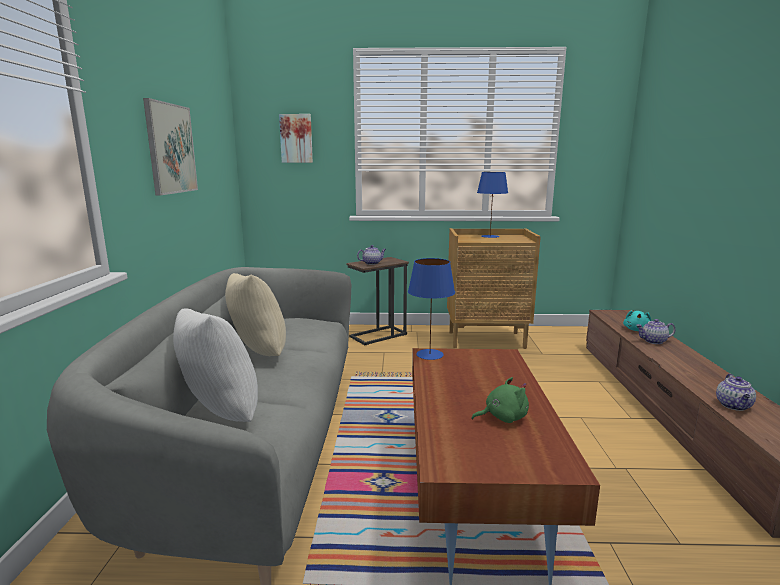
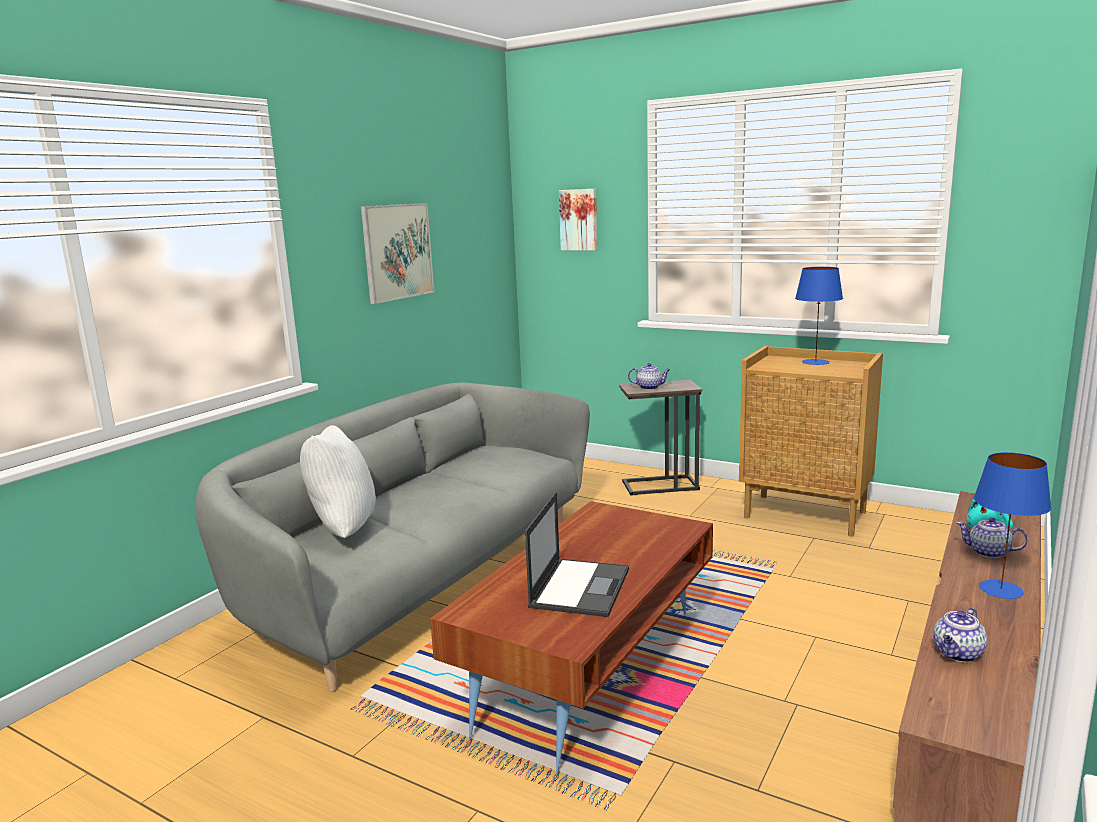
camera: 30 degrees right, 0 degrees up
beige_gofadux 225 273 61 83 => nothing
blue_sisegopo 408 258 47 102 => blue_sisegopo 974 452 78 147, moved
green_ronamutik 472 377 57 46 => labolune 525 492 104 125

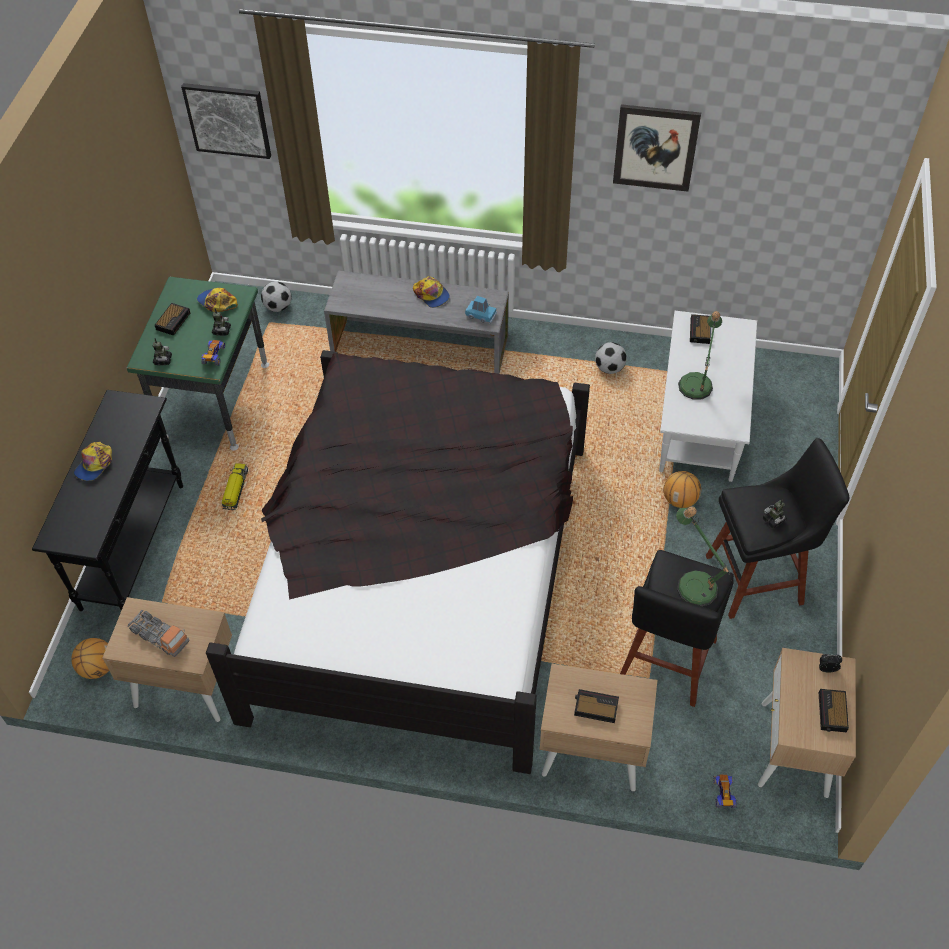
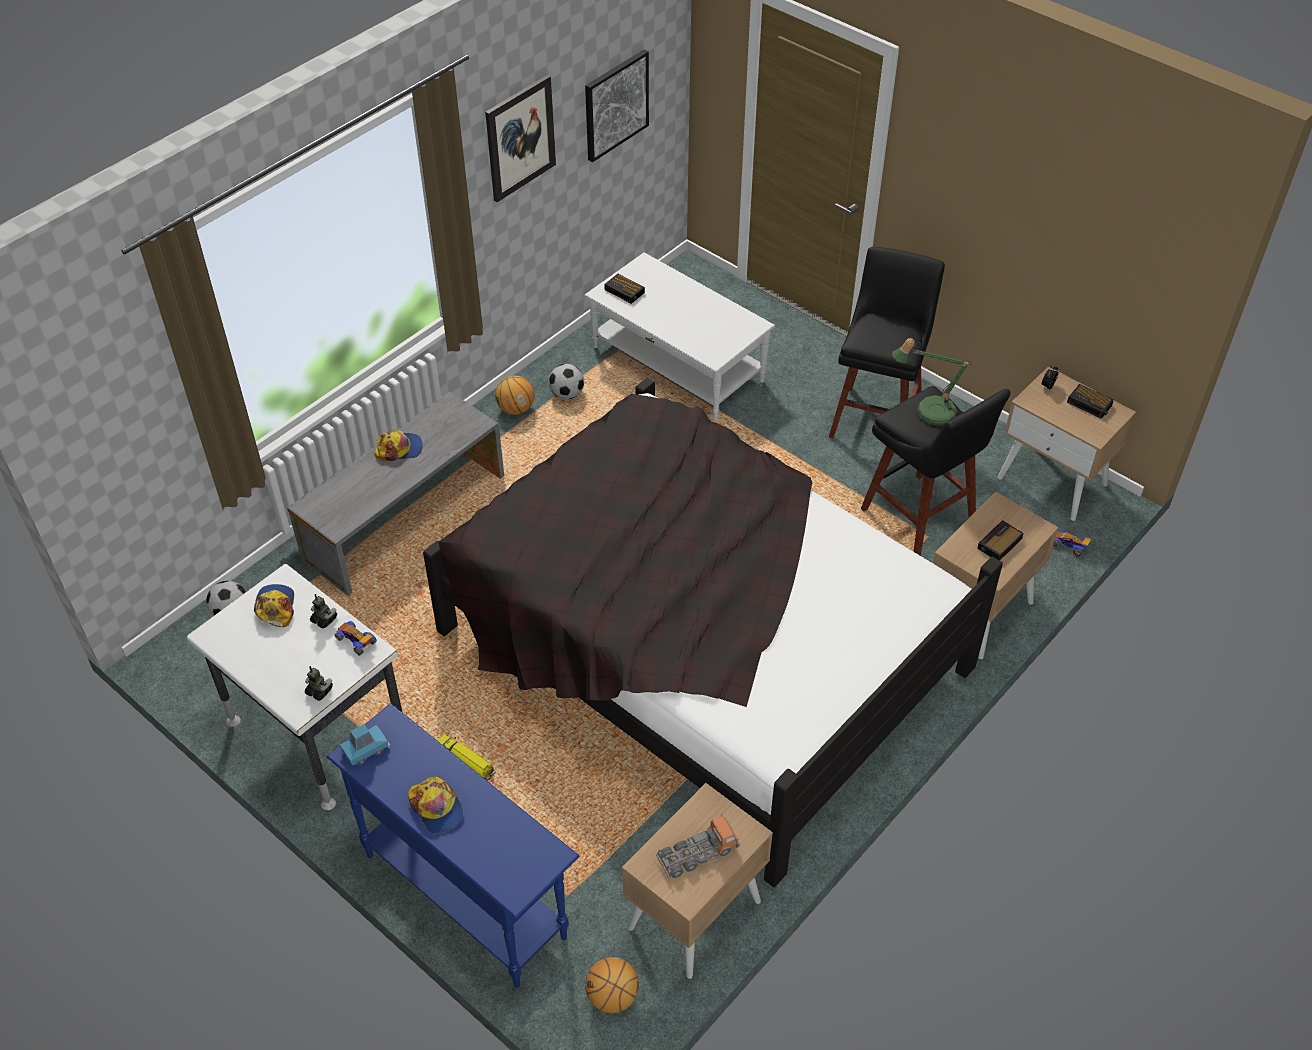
camera: 60 degrees left, 5 degrees down
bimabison 155 303 35 33 => nothing
sisegopo 678 311 44 89 => nothing
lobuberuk 763 499 23 29 => nothing
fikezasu 181 83 90 76 => fikezasu 585 50 64 112, moved
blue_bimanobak 465 296 32 28 => blue_bimanobak 340 724 50 42, moved
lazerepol 663 471 38 37 => lazerepol 495 376 40 39, moved
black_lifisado 32 390 151 221 => blue_lifisado 327 703 252 285
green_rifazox 127 277 142 173 => white_rifazox 186 564 217 246
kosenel 197 288 41 24 => kosenel 254 584 40 43, 105 degrees clockwise

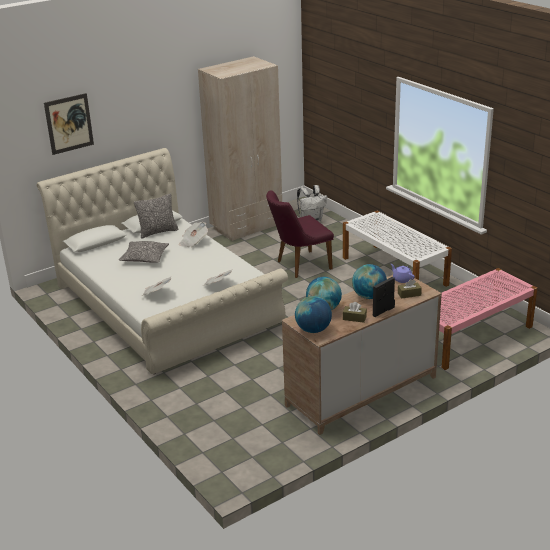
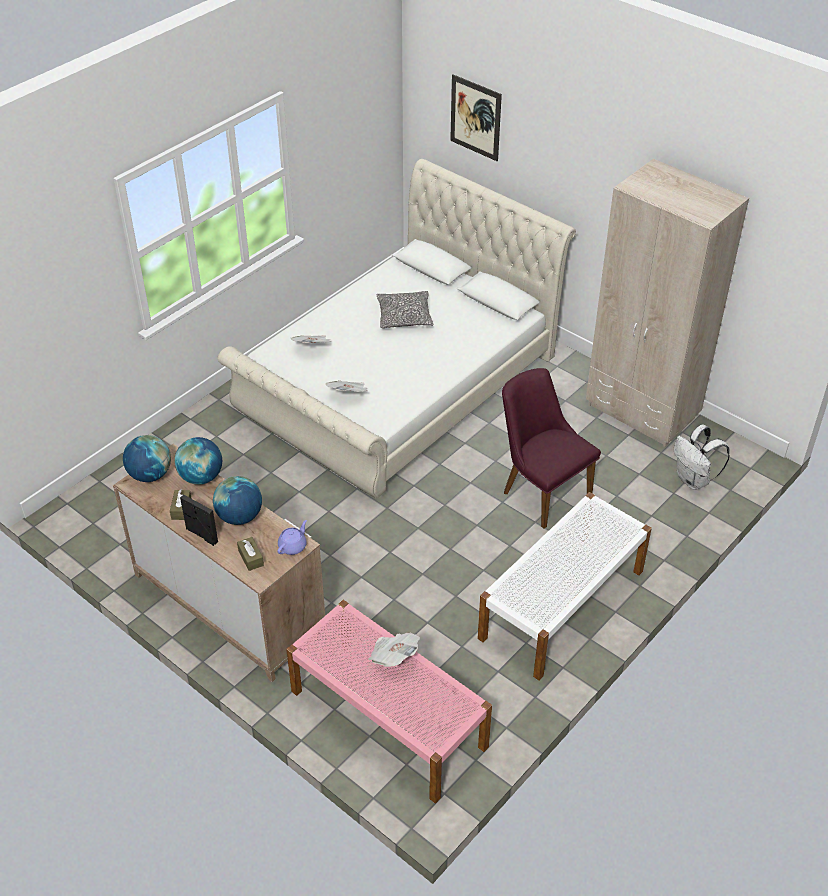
camera: 75 degrees right, 15 degrees up
gofadux 134 194 44 45 => nothing
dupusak 179 222 29 25 => dupusak 368 632 52 35, moved

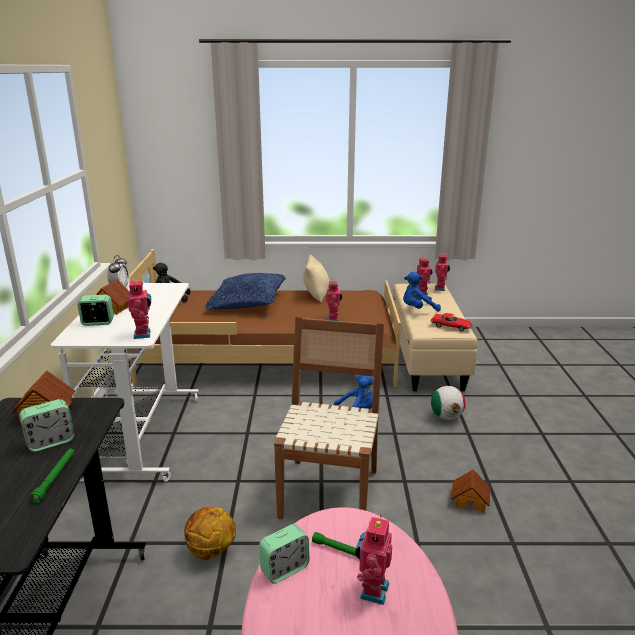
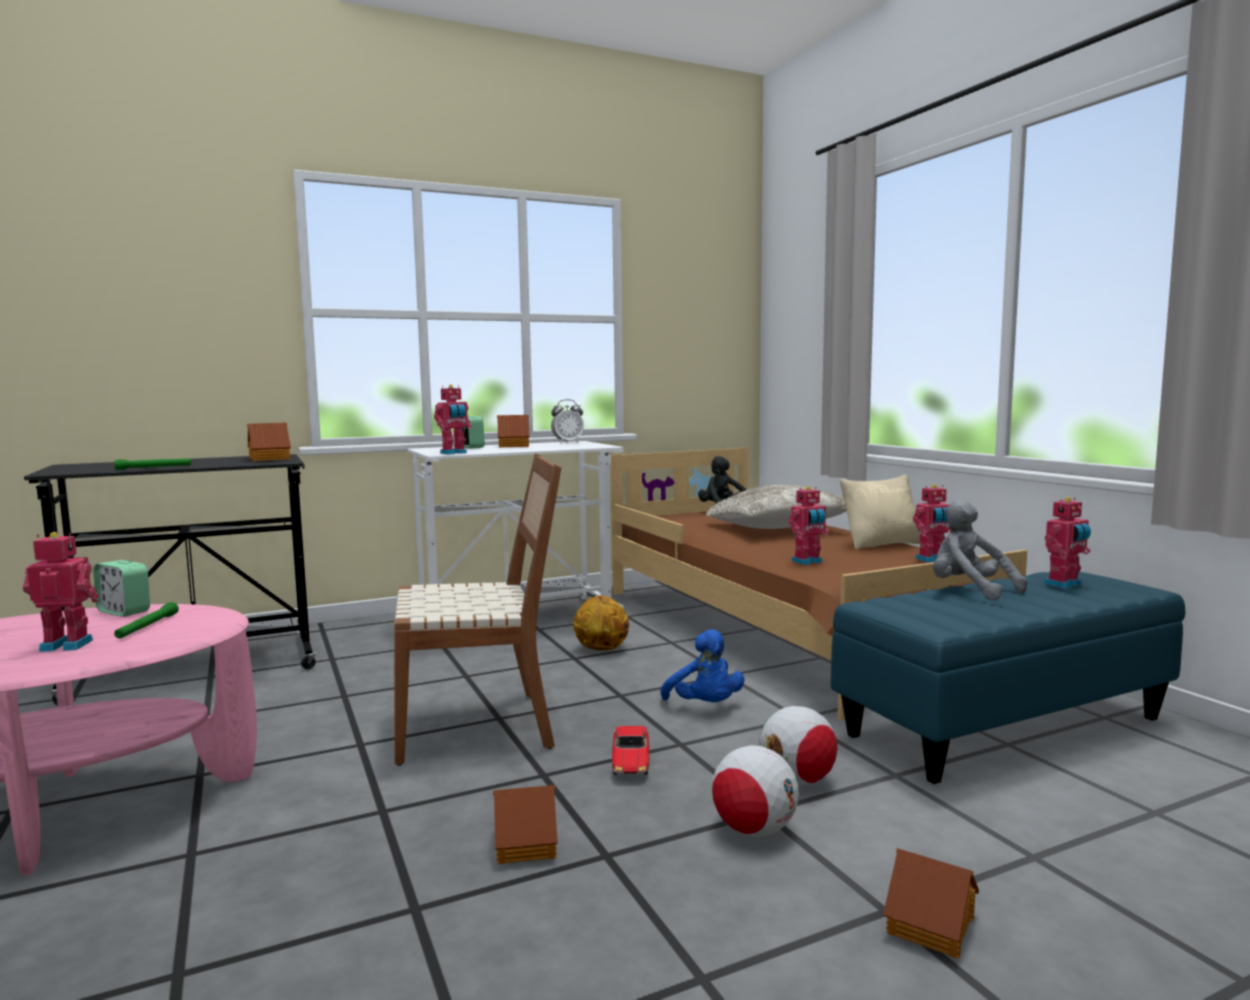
camera: 65 degrees right, 15 degrees down
bimabison 19 399 56 53 => nothing
nothing => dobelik 712 745 87 92
nothing => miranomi 883 848 96 111
lazerepol 184 507 52 53 => lazerepol 573 596 56 54, moved
bimanobak 431 313 42 18 => bimanobak 612 726 37 49, moved
lobuberuk 435 253 15 38 => lobuberuk 913 484 39 79, moved
blue_gofadux 205 273 81 36 => beige_gofadux 706 485 141 44
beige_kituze 393 284 84 107 => blue_kituze 831 572 354 212
blue_ronamutik 403 272 38 40 => grey_ronamutik 933 500 94 101

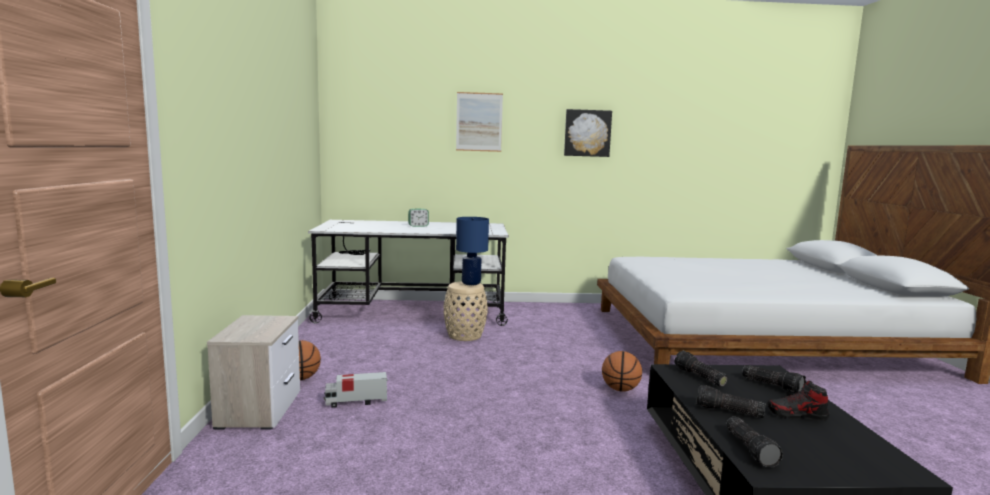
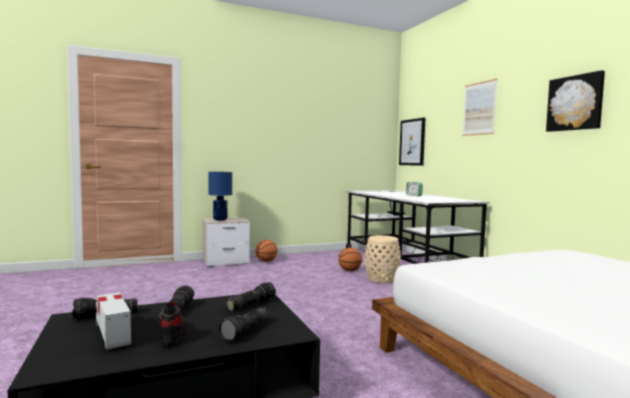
camera: 70 degrees right, 5 degrees down
nothing => fikezasu 399 118 26 48
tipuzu 324 372 63 36 => tipuzu 96 292 35 57, moved
blue_sisegopo 456 217 33 69 => blue_sisegopo 208 171 24 50, moved
lazerepol 602 351 40 40 => lazerepol 338 247 24 24, moved

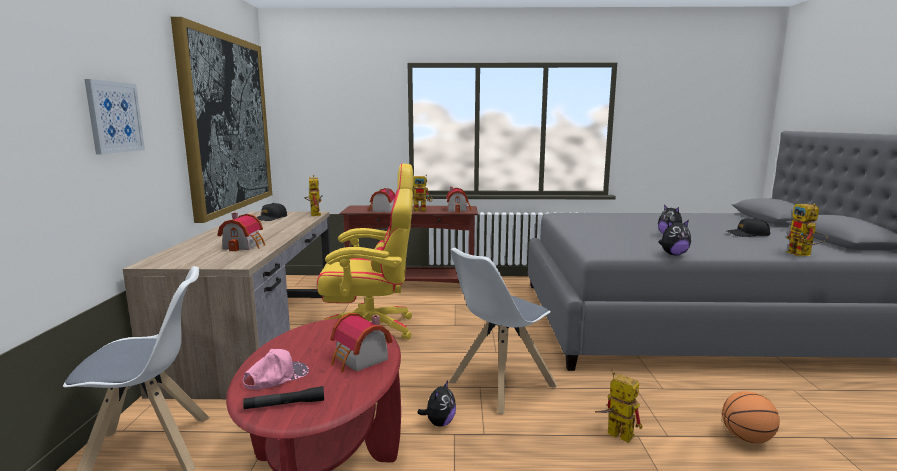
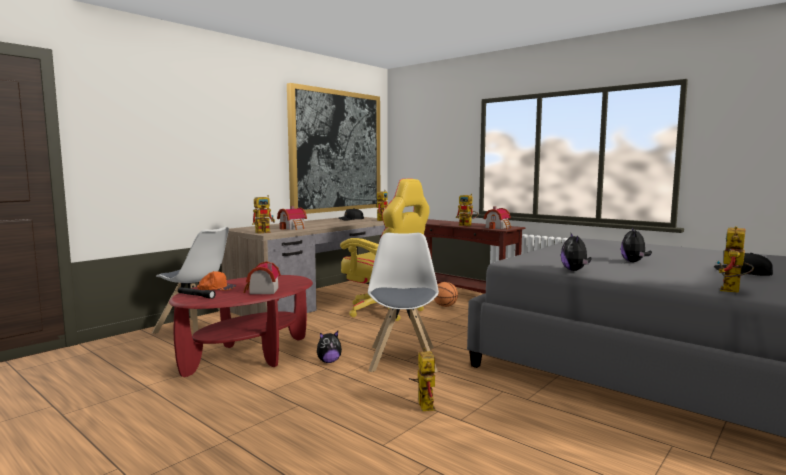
camera: 40 degrees right, 5 degrees down
fikezasu 84 79 61 75 => nothing
miranomi 368 188 27 24 => nothing
nothing => lobuberuk 252 195 23 39
lazerepol 722 391 58 52 => lazerepol 434 282 24 25, moved
pink_kosenel 243 349 66 41 => orange_kosenel 197 271 39 19
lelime 449 248 108 166 => lelime 368 233 71 140, 90 degrees clockwise
ronamutik 658 220 33 35 => ronamutik 561 233 31 38, 60 degrees clockwise

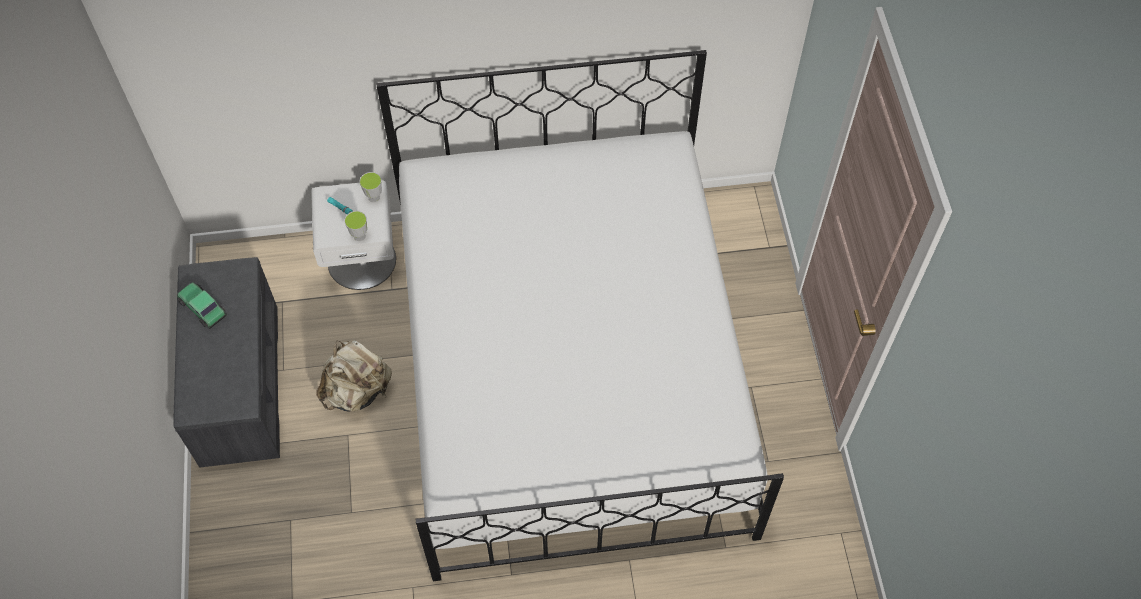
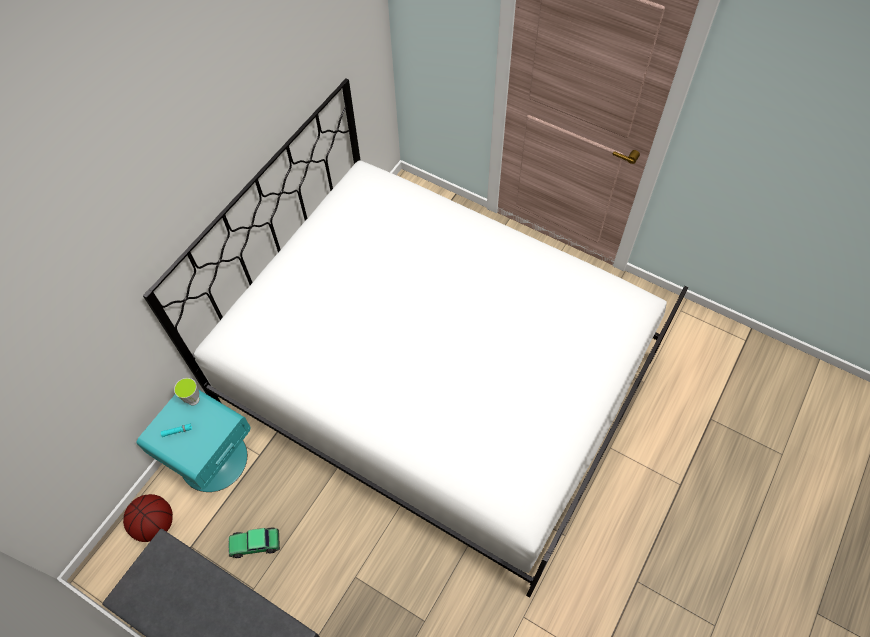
camera: 50 degrees left, 0 degrees up
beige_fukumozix 316 340 76 71 => nothing
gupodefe 344 211 23 30 => nothing
nothing => lazerepol 123 494 50 48
bimanobak 177 282 50 47 => bimanobak 228 527 52 31, moved
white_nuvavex 311 181 85 109 => turquoise_nuvavex 136 389 115 103

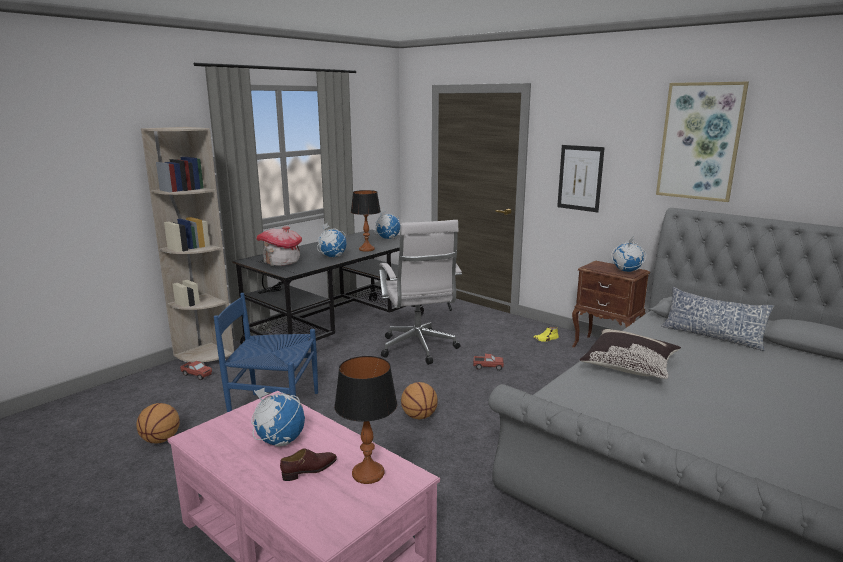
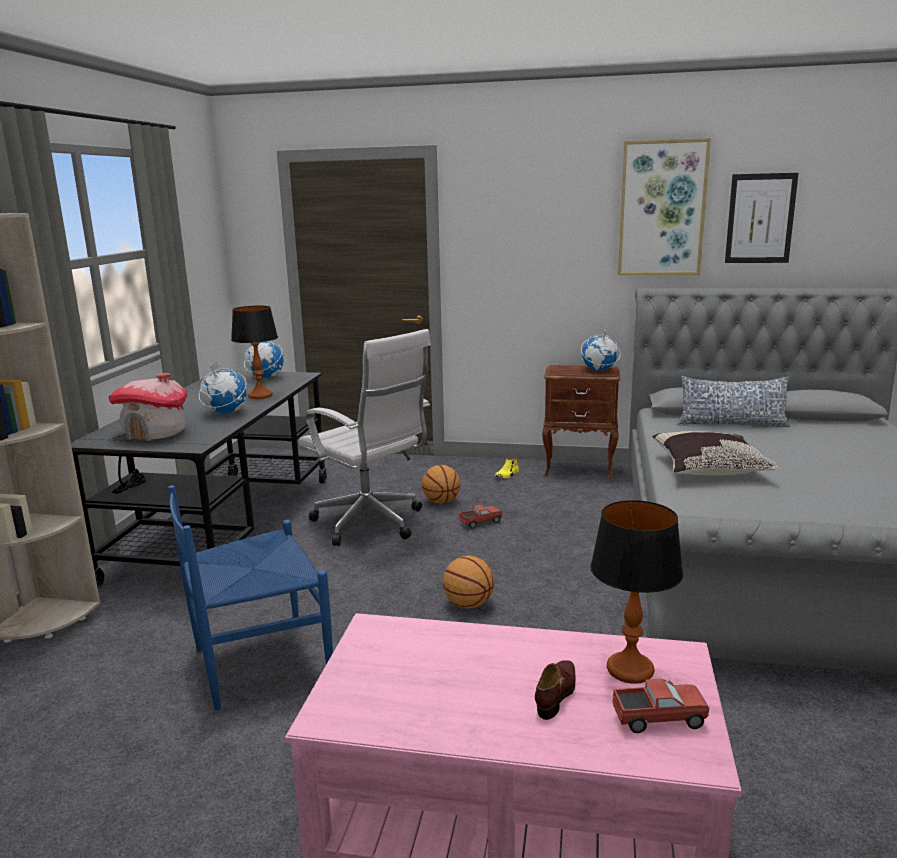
camera: 30 degrees left, 0 degrees up
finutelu 251 388 54 59 => nothing
lazerepol 136 403 44 41 => lazerepol 422 465 39 39, moved
tipuzu 180 361 32 19 => tipuzu 612 679 97 54, moved
fikezasu 557 145 48 67 => fikezasu 725 173 74 90, moved

